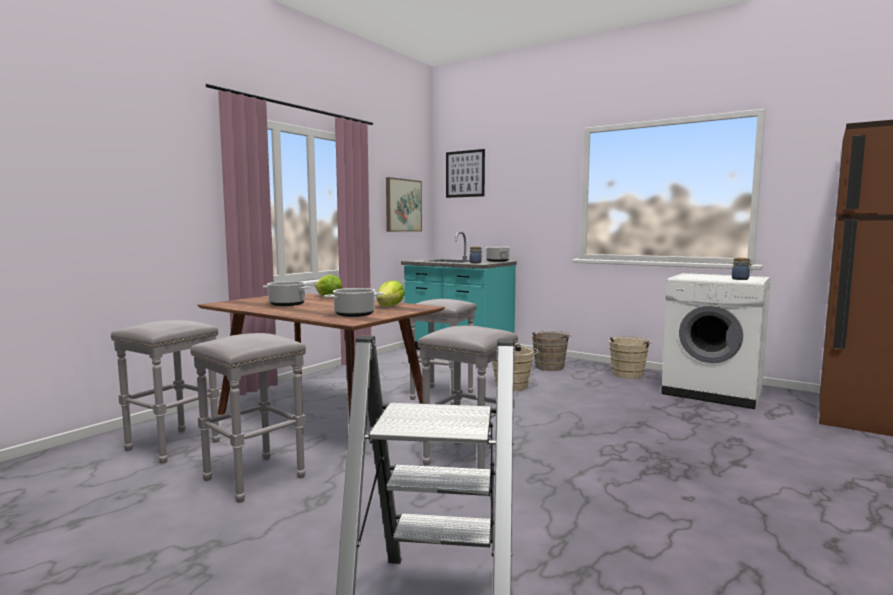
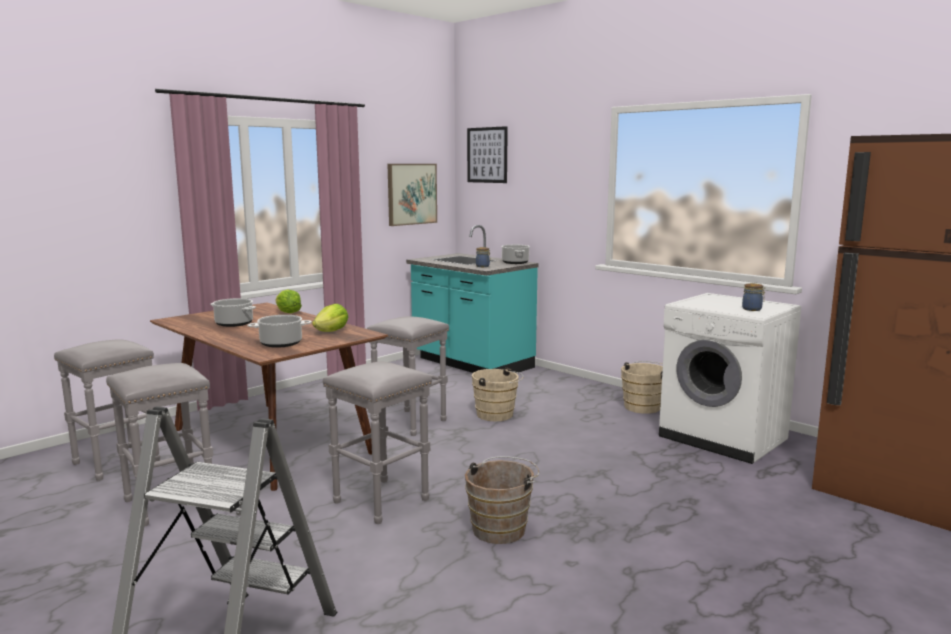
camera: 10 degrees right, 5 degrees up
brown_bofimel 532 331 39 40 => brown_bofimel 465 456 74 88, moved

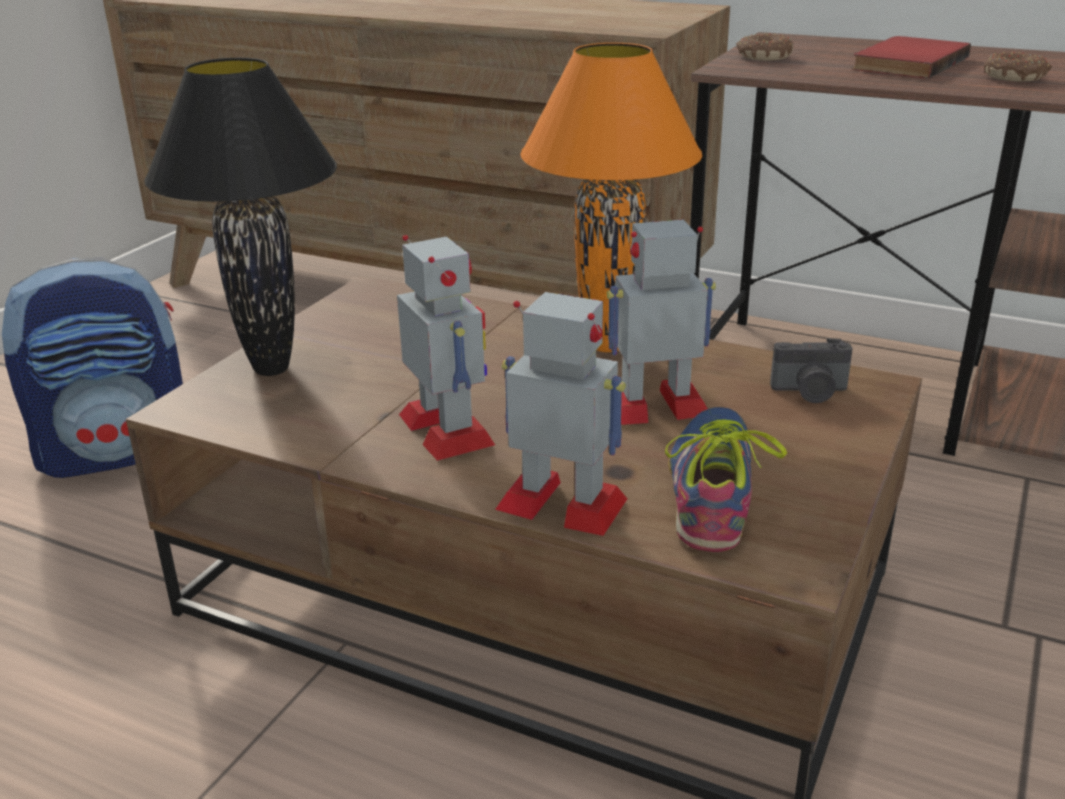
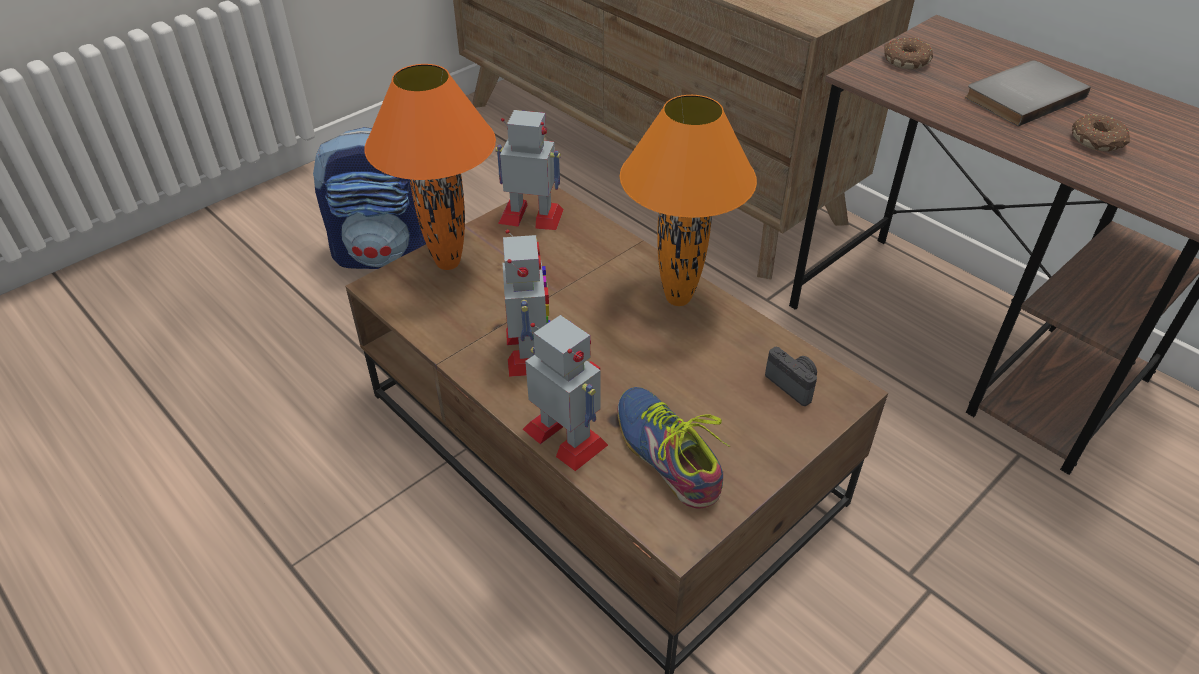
camera: 20 degrees right, 15 degrees up
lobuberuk 607 219 109 206 => lobuberuk 495 110 69 120, moved
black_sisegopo 144 58 193 318 => orange_sisegopo 364 64 132 206
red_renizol 852 36 119 43 => grey_renizol 965 60 126 67
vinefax 665 407 122 145 => vinefax 617 387 114 122, 60 degrees counterclockwise
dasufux 770 338 83 65 => dasufux 765 347 52 59, 150 degrees counterclockwise

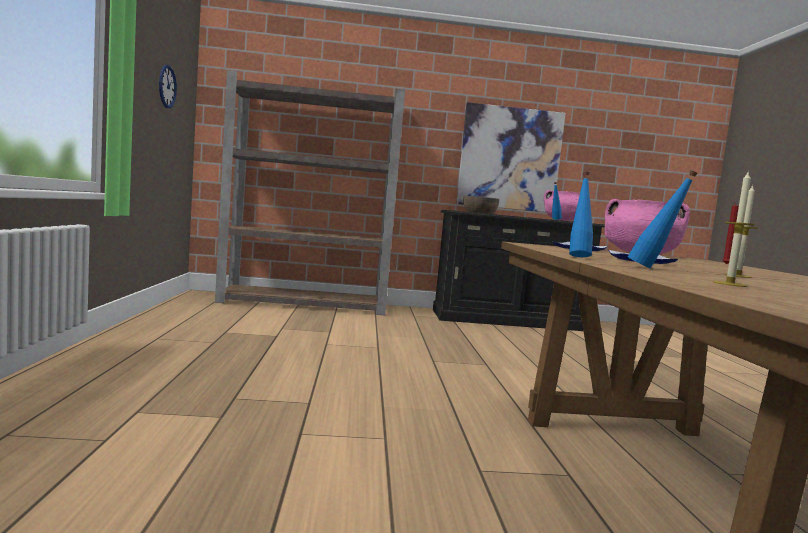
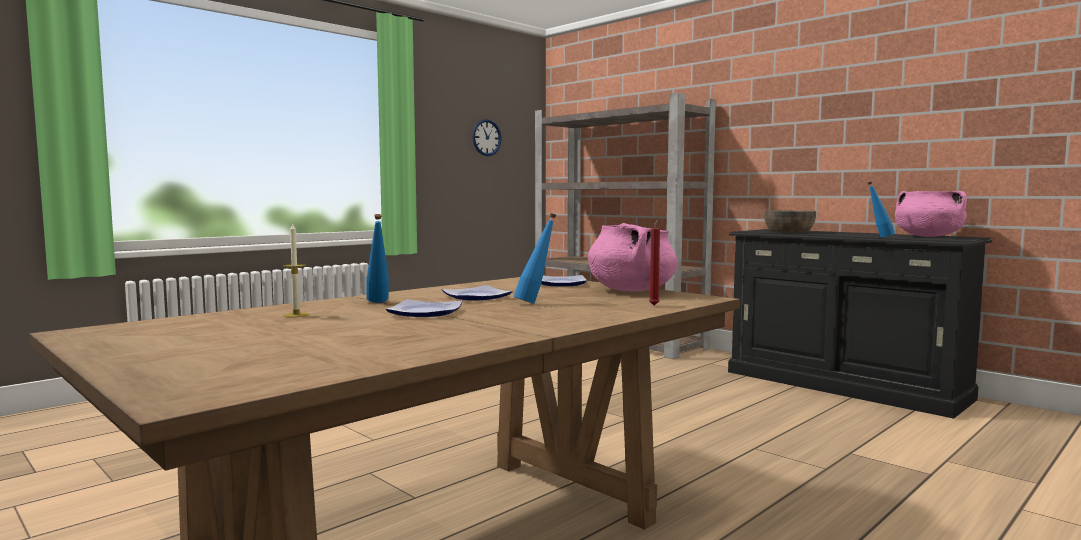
camera: 50 degrees right, 0 degrees up
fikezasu 456 102 110 110 => nothing
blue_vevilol 569 172 24 85 => blue_vevilol 514 213 42 91, moved
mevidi 724 185 34 93 => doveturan 386 299 76 18

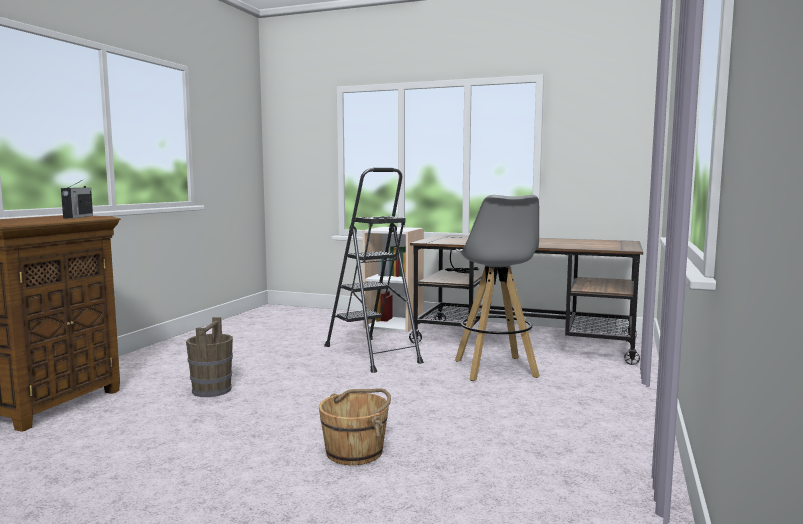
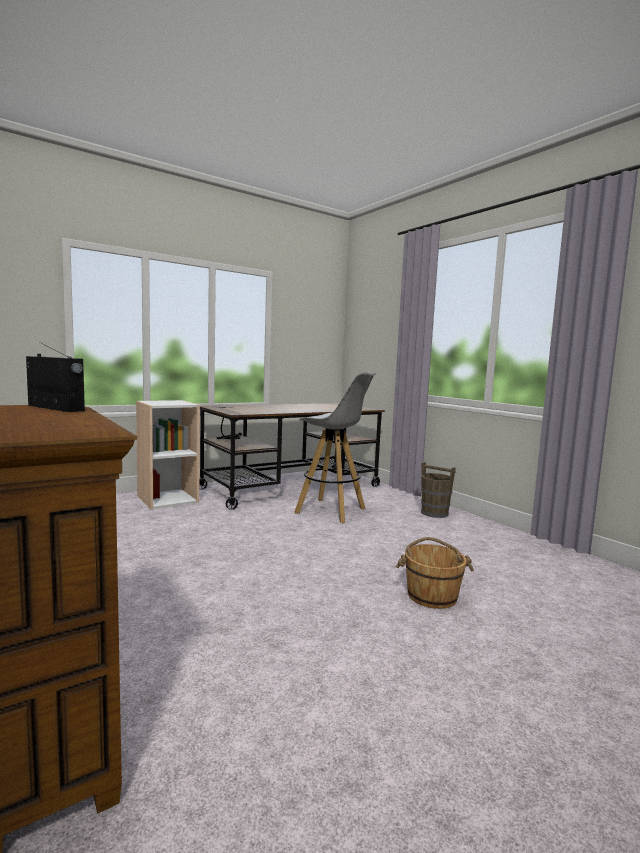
camera: 55 degrees left, 0 degrees up
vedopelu 324 168 100 205 => nothing
brown_bofimel 186 317 47 80 => brown_bofimel 421 462 35 56, moved

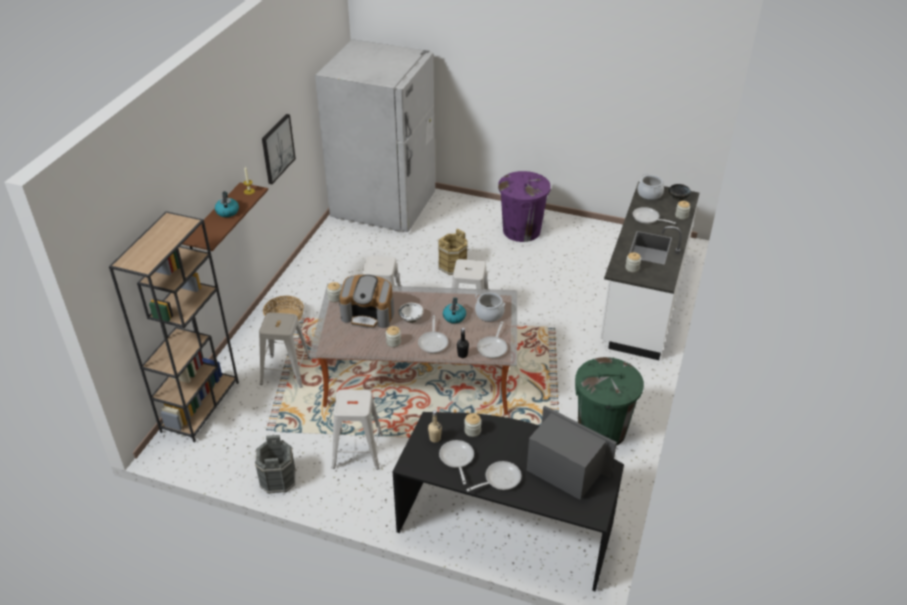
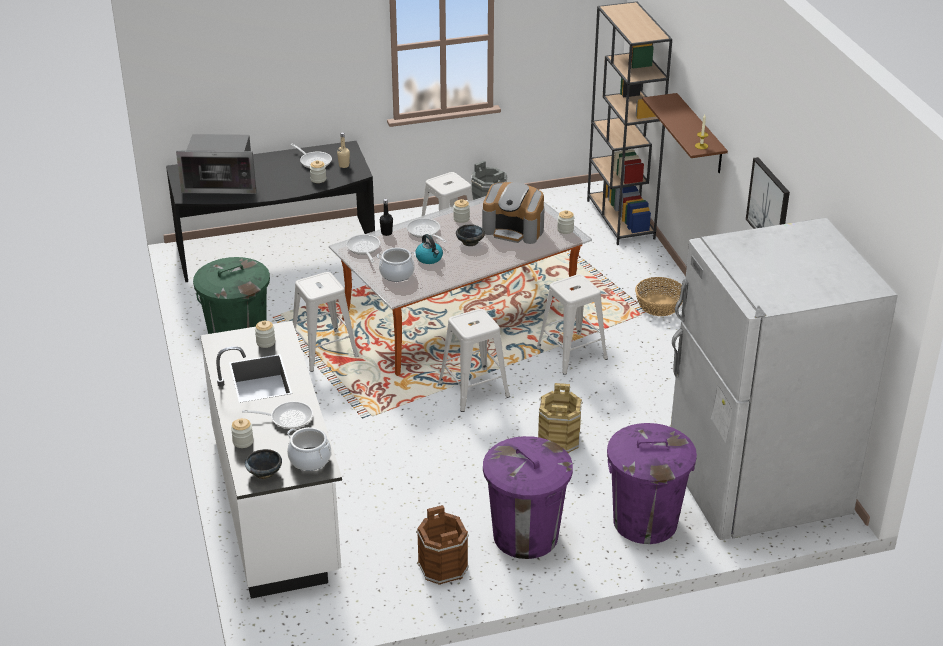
camera: 145 degrees right, 5 degrees down
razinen 215 191 24 26 => nothing
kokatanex 466 461 55 30 => nothing
nothing => brown_bofimel 416 505 53 80
nothing => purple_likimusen 607 423 90 121
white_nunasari 259 312 53 76 => white_nunasari 293 272 66 100, moved
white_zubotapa 399 303 25 20 => black_zubotapa 456 224 29 22
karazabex 339 275 55 53 => karazabex 482 182 63 62, 135 degrees counterclockwise

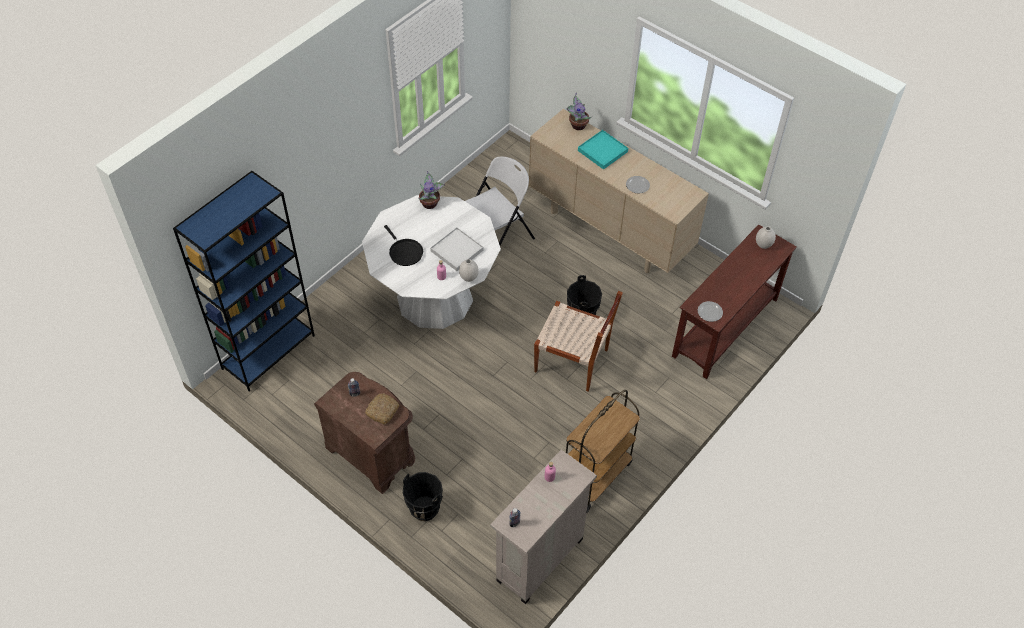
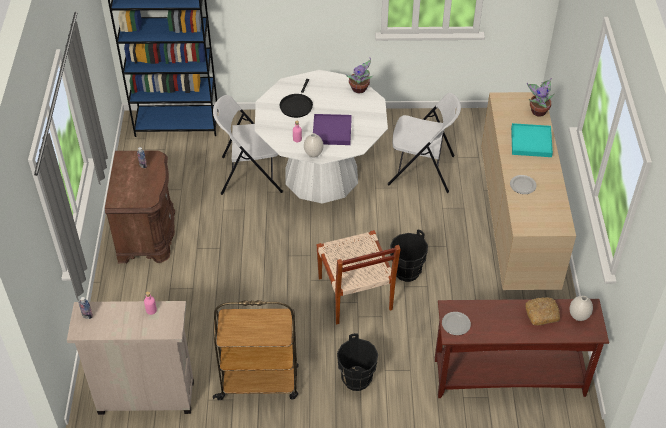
camera: 50 degrees right, 5 degrees down
nothing => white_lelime 213 95 70 100
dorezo 365 393 34 32 => dorezo 525 297 35 29, moved
black_bofimel 403 472 40 49 => black_bofimel 337 333 41 58, moved
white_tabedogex 430 227 54 44 => purple_tabedogex 313 114 39 31

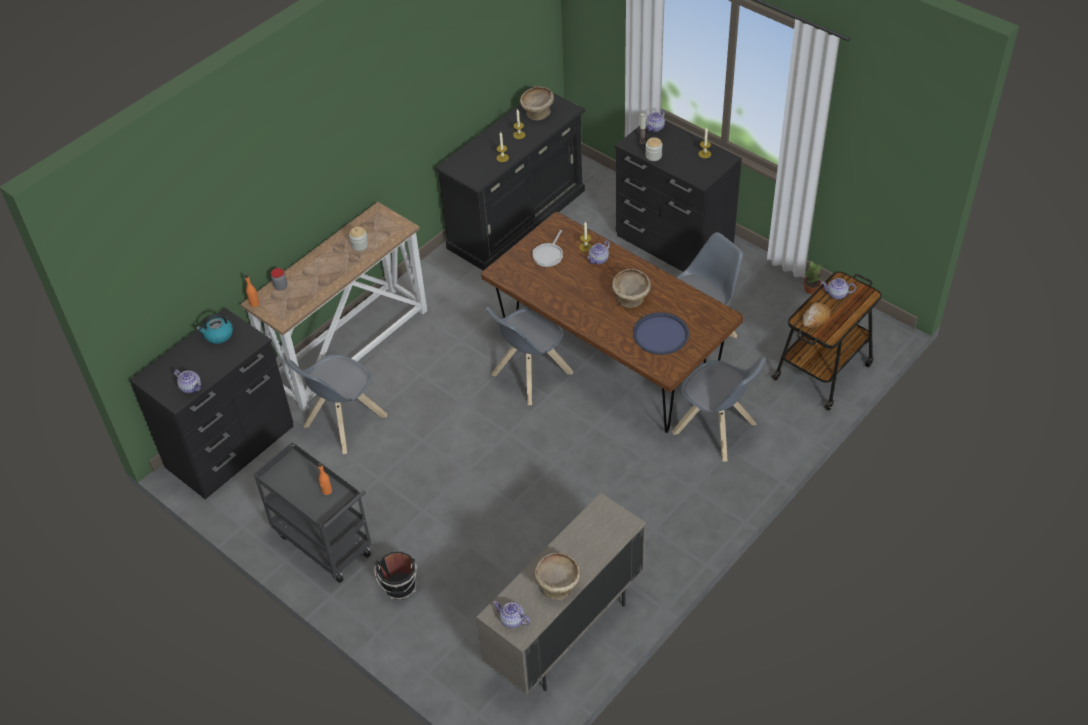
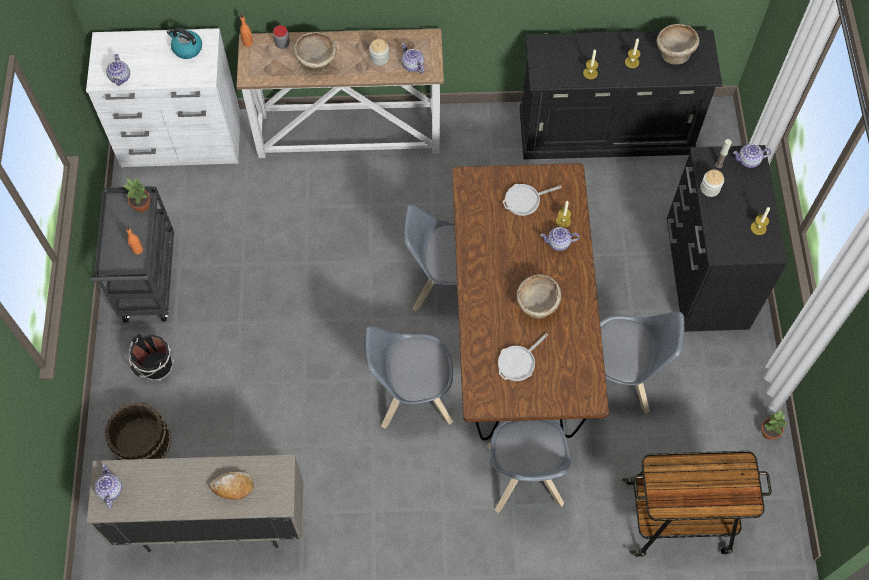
camera: 45 degrees right, 15 degrees up
nothing => brown_bofimel 105 402 67 58
nothing => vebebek 124 178 26 34
grey_lelime 286 355 101 99 => grey_lelime 365 326 88 103, moved
beige_zubotapa 534 552 47 48 => beige_zubotapa 294 32 43 43, moved
dorezo 803 303 28 25 => dorezo 209 472 45 28, moved
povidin 821 278 35 21 => povidin 402 43 22 31, moved
blue_tabedogex 633 312 56 43 => kokatanex 498 333 50 48
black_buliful 130 308 164 192 => white_buliful 86 28 154 139

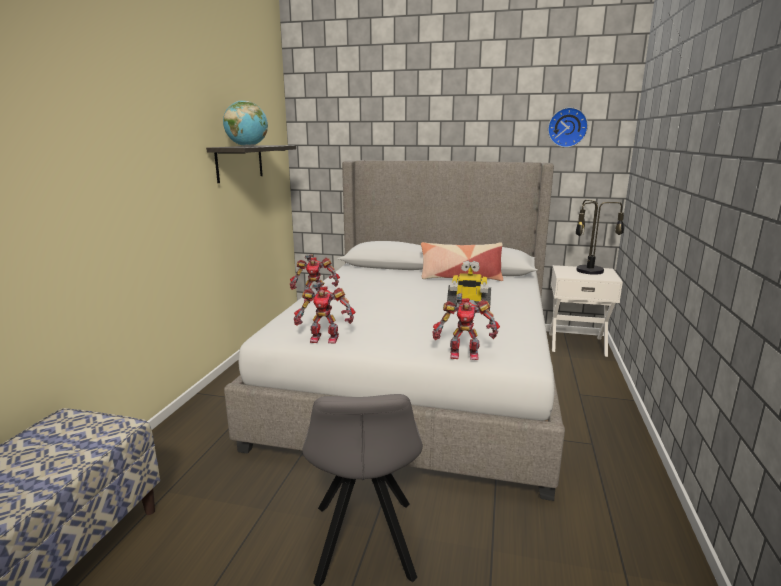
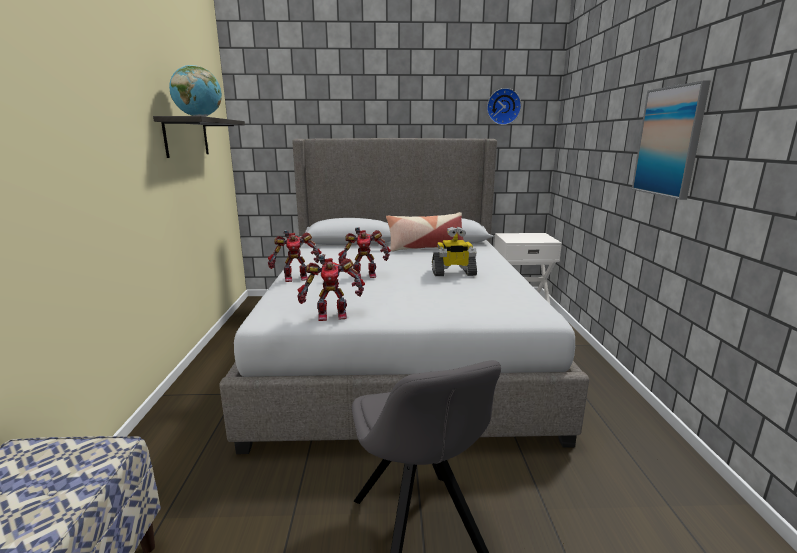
camera: 15 degrees left, 0 degrees up
sisegopo 576 199 48 76 => nothing
nothing => fikezasu 632 80 78 120
lobuberuk 432 293 68 67 => lobuberuk 338 227 53 52, moved

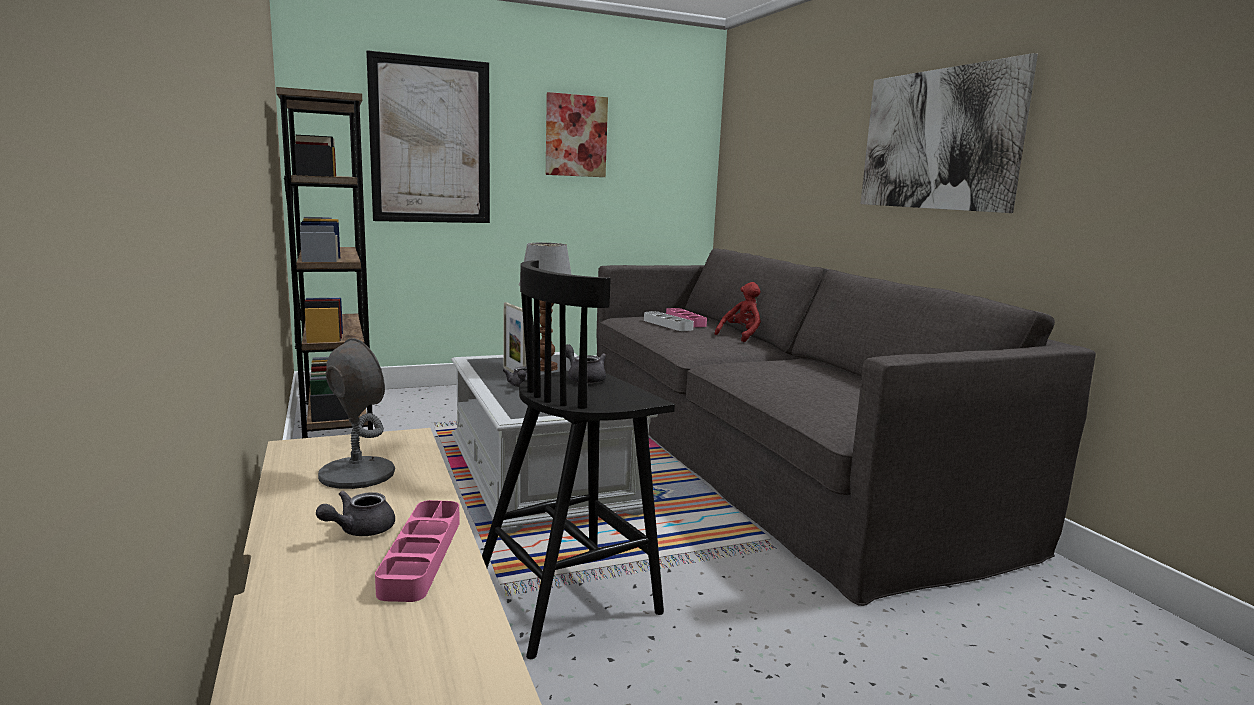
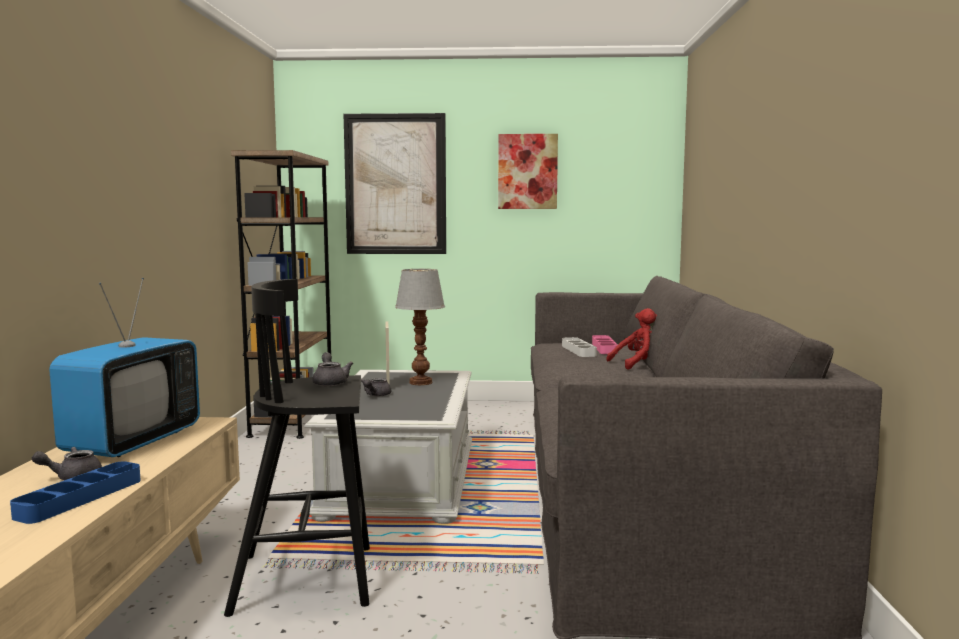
camera: 25 degrees right, 5 degrees down
fikezasu 861 53 177 160 => nothing
grey_sisegopo 318 338 77 151 => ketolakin 49 278 151 179
pink_tabedogex 375 500 85 102 => blue_tabedogex 10 461 131 63

